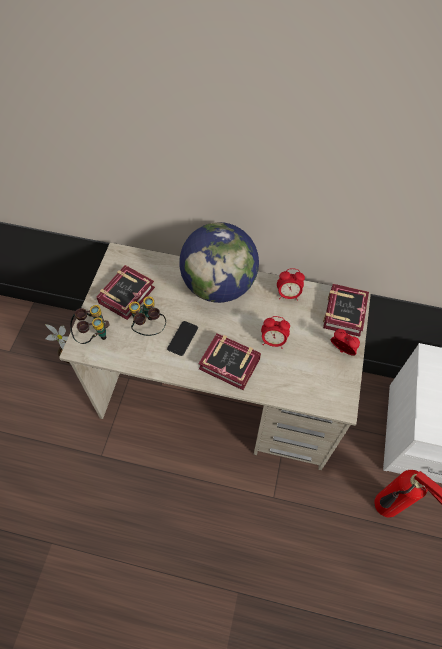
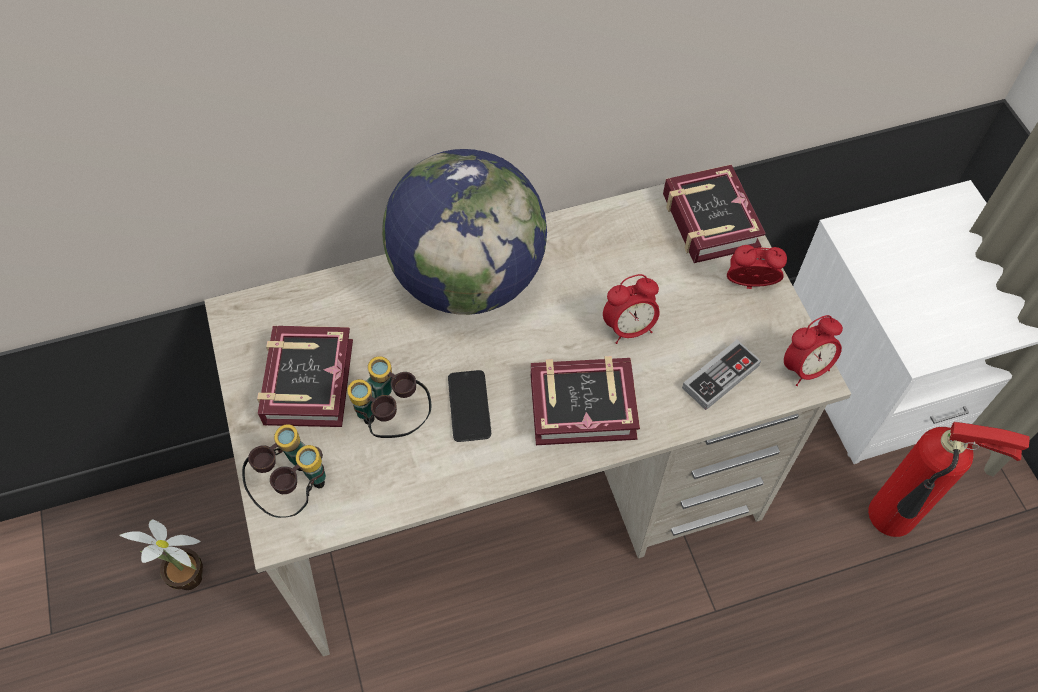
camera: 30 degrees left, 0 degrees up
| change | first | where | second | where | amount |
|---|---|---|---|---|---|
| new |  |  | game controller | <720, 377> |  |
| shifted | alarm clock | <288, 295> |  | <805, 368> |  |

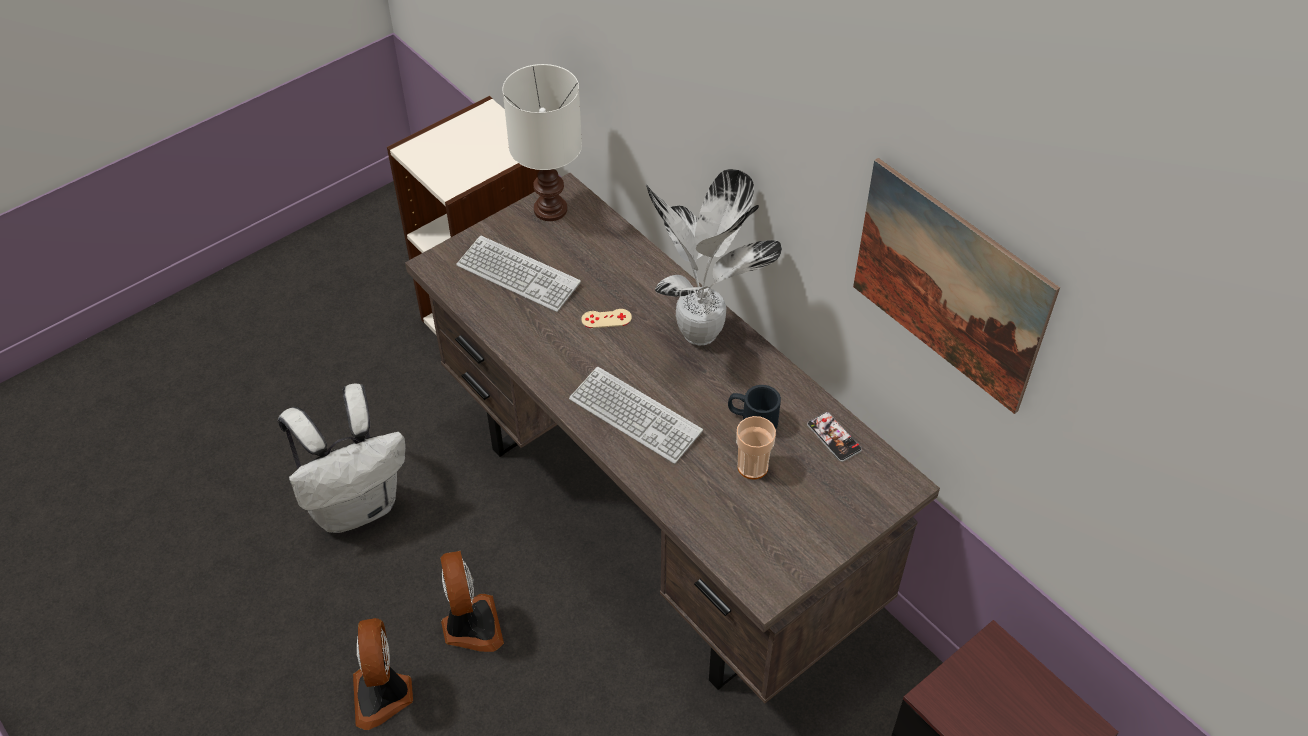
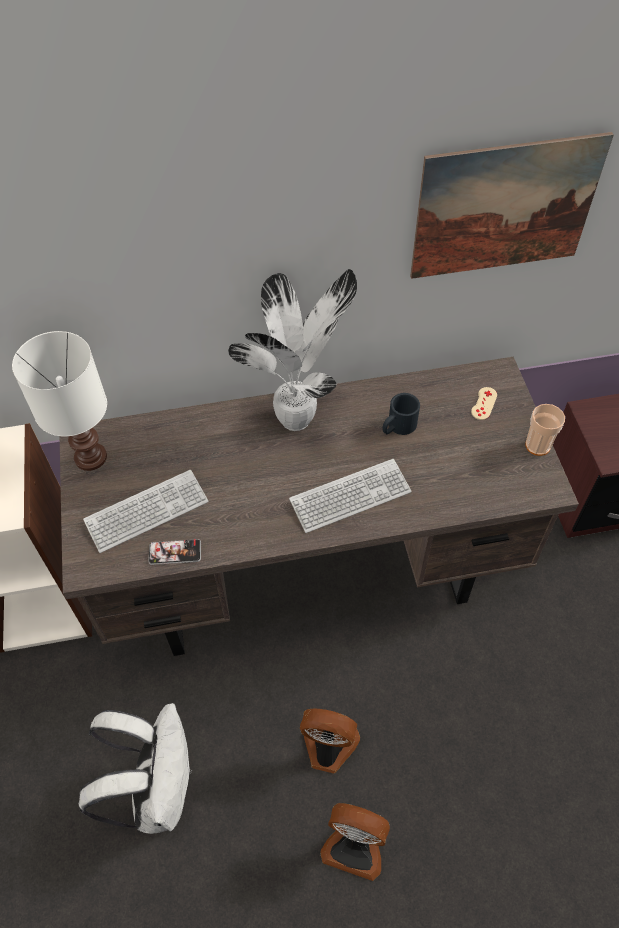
camera: 60 degrees left, 5 degrees up
| change | first | where | second | where | amount |
|---|---|---|---|---|---|
| shifted | phone | <834, 437> |  | <175, 552> |  |
| shifted | game controller/beige | <606, 319> |  | <484, 403> |  |
| shifted | cup | <752, 467> |  | <537, 445> |  |

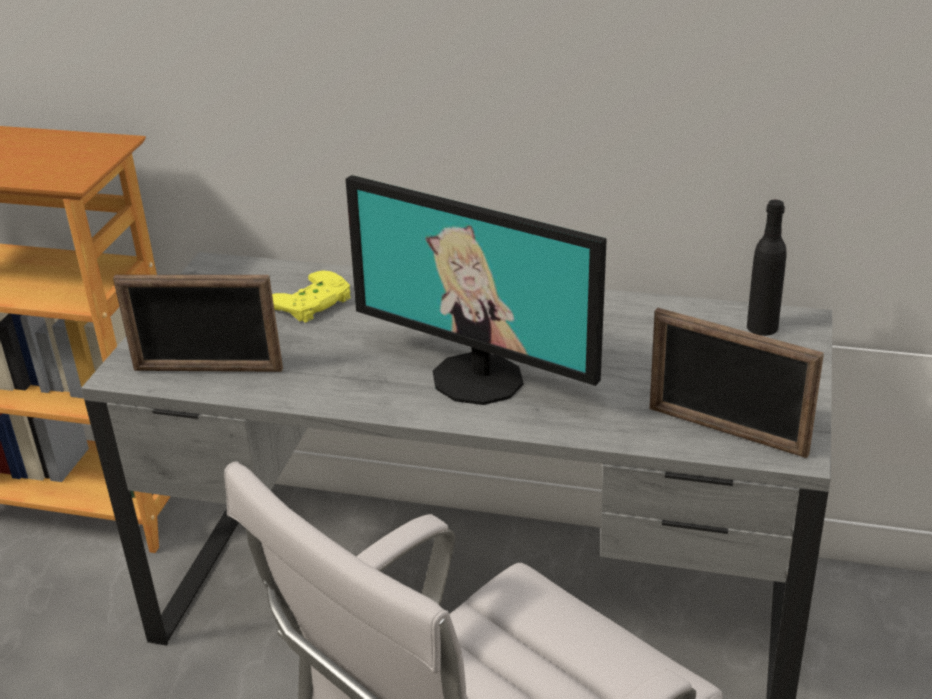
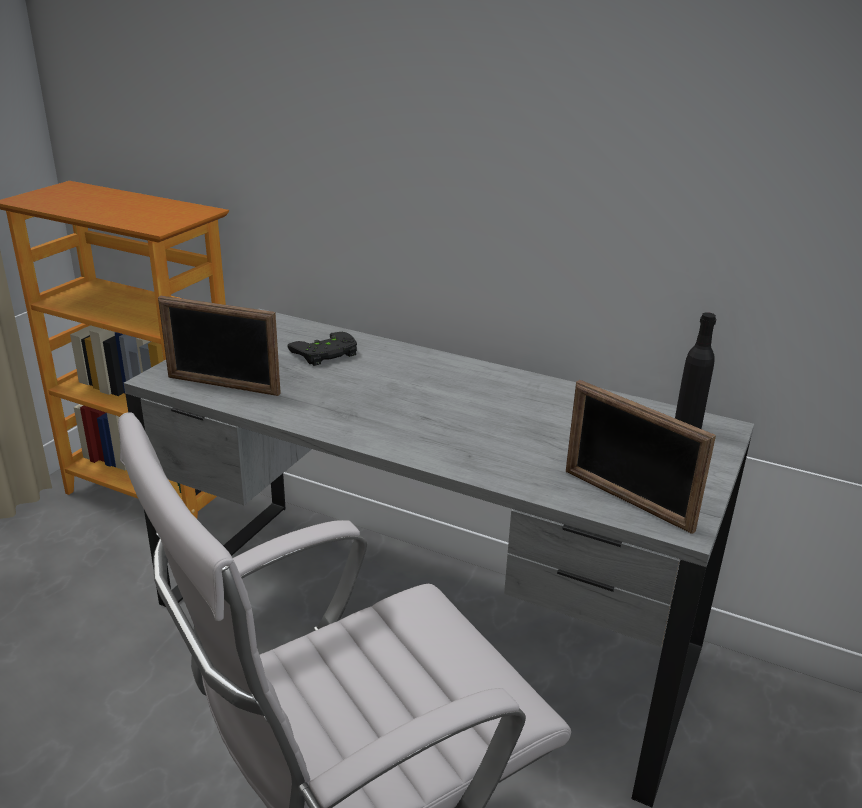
camera: 10 degrees right, 5 degrees down
| change | first | where | second | where | amount |
|---|---|---|---|---|---|
| repainted | game controller/yellow | <313, 304> | game controller/black | <326, 354> |  |
| gone | monitor | <479, 378> |  |  |  |

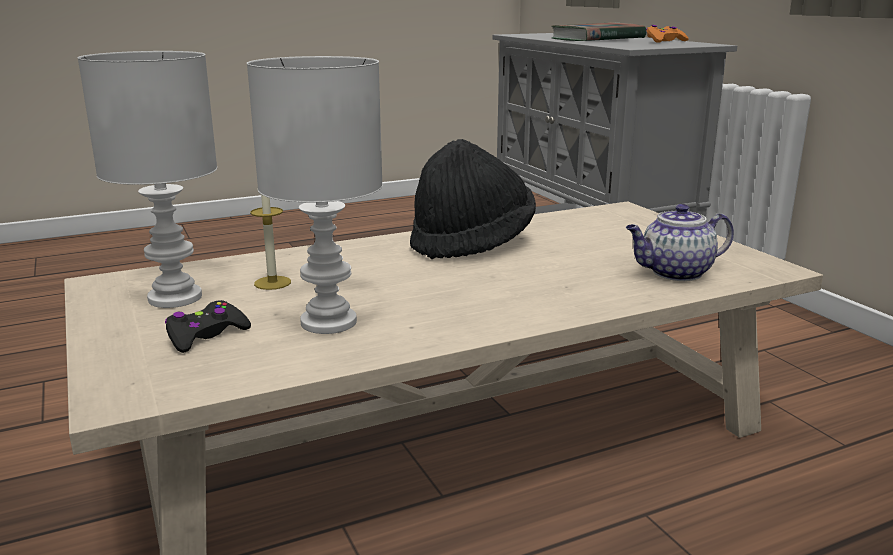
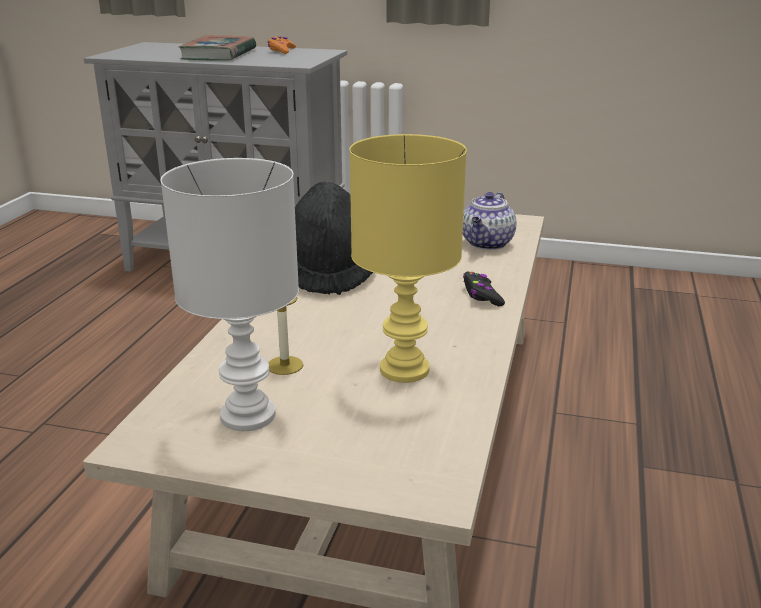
camera: 50 degrees left, 5 degrees up
| change | first | where | second | where | amount |
|---|---|---|---|---|---|
| repainted | table lamp/white | <326, 322> | table lamp/yellow | <403, 371> |  |
| shifted | game controller/black | <206, 335> |  | <481, 295> |  |

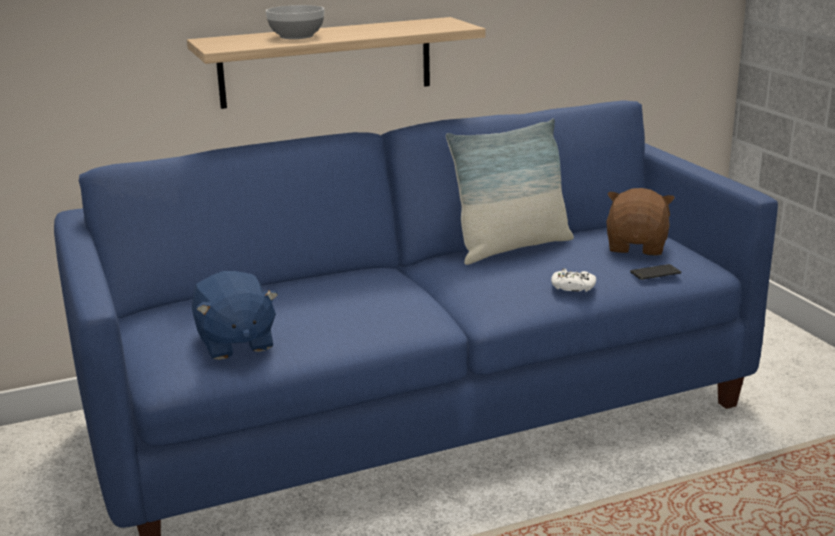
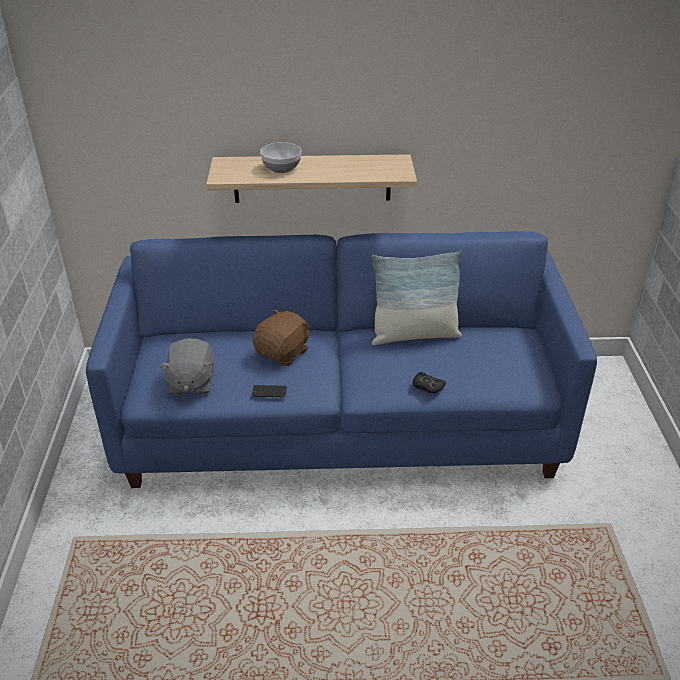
camera: 20 degrees right, 15 degrees up
| change | first | where | second | where | amount |
|---|---|---|---|---|---|
| repainted | plush toy/blue | <235, 343> | plush toy/grey | <191, 382> |  |
| shifted | phone | <655, 273> |  | <269, 392> |  |
| shifted | plush toy/brown | <637, 247> |  | <283, 353> |  |
| repainted | game controller/white | <573, 287> | game controller/black | <427, 386> |  |

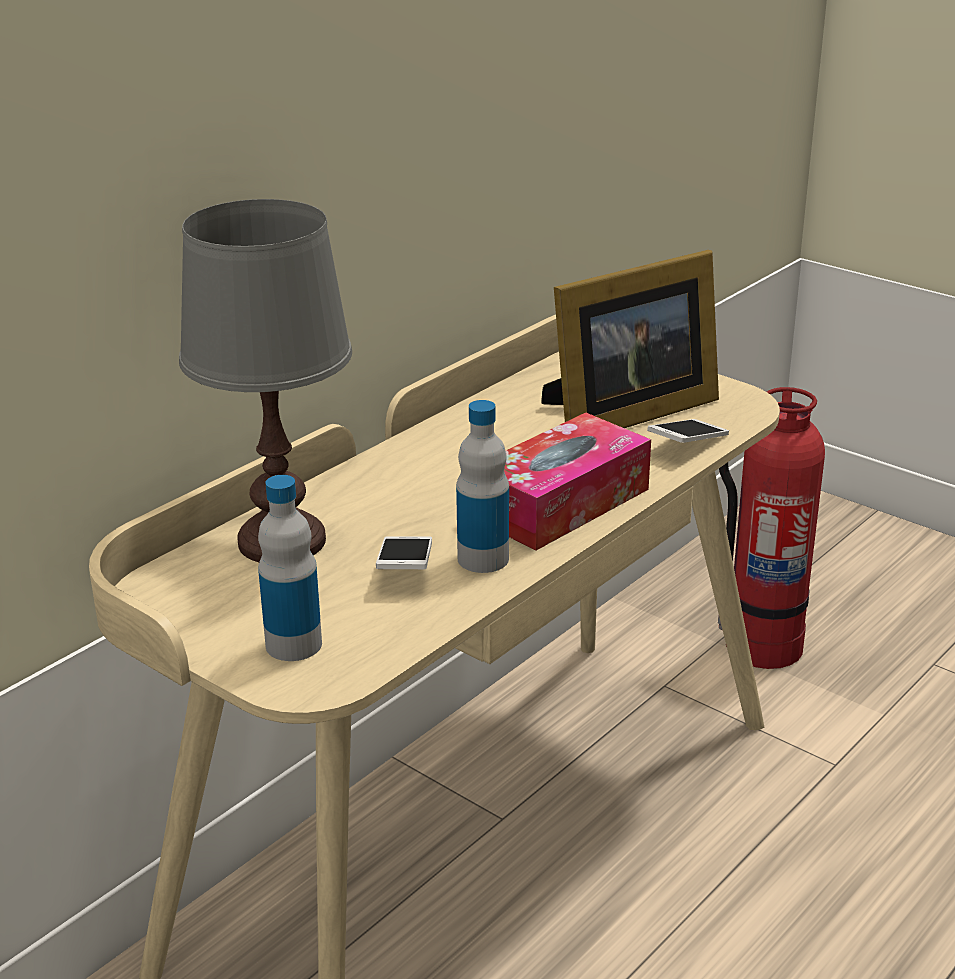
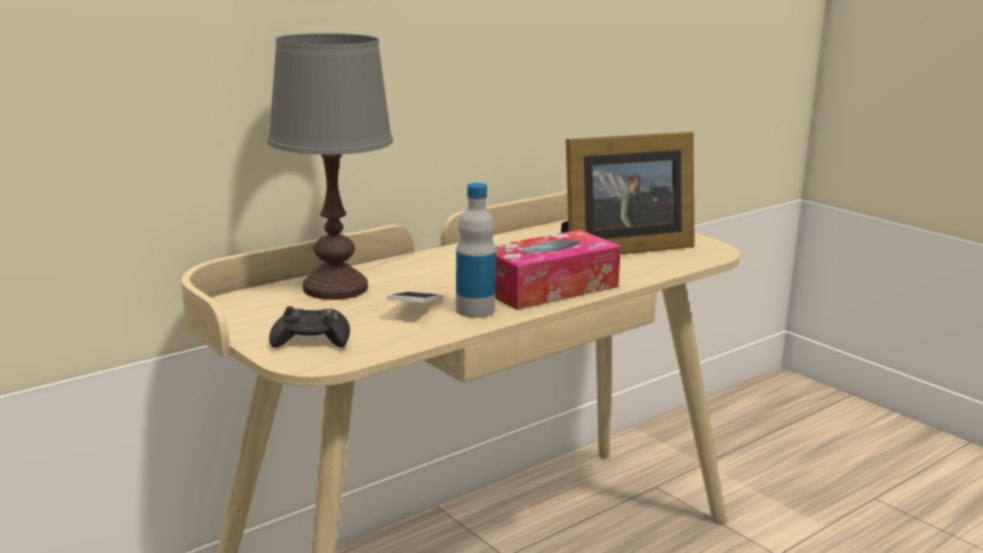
camera: 10 degrees right, 10 degrees down
| change | first | where | second | where | amount |
|---|---|---|---|---|---|
| swapped | bottle | <293, 644> | game controller/black | <311, 340> |  |
| gone | phone | <687, 444> |  |  |  |
| gone | fire extinguisher | <761, 645> |  |  |  |

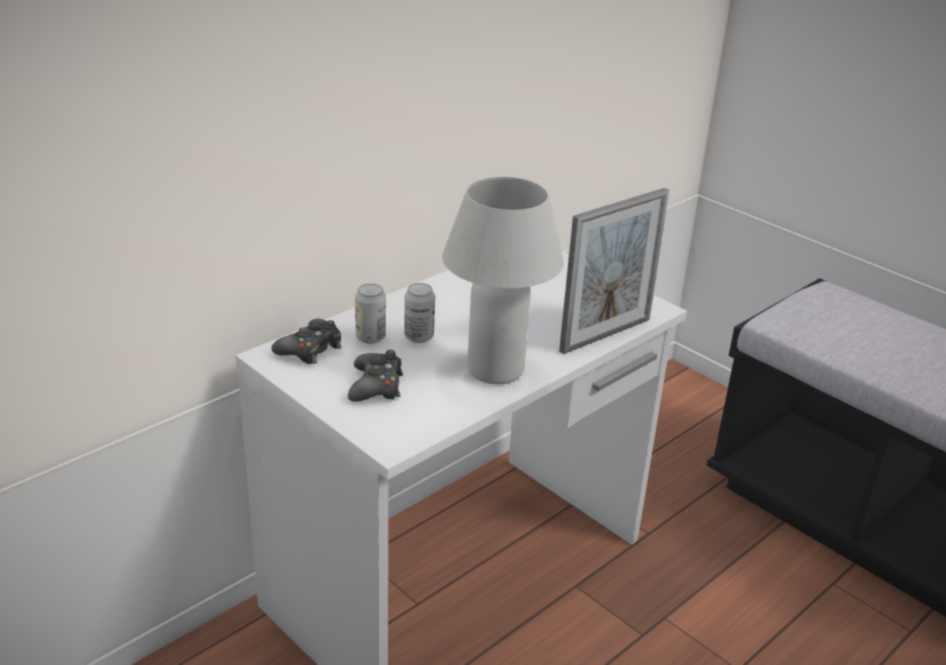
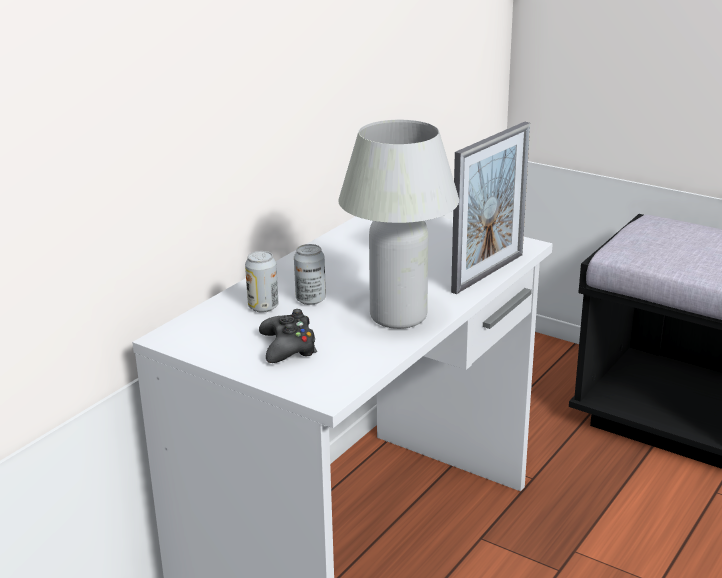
camera: 10 degrees left, 5 degrees down
| change | first | where | second | where | amount |
|---|---|---|---|---|---|
| gone | game controller/black | <310, 349> |  |  |  |

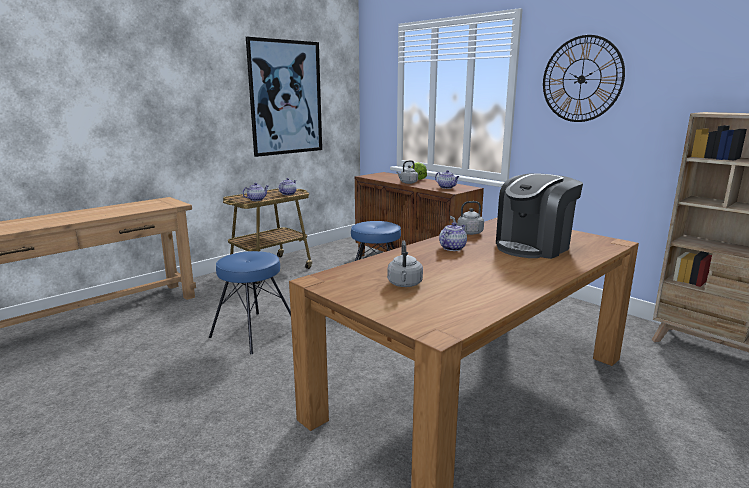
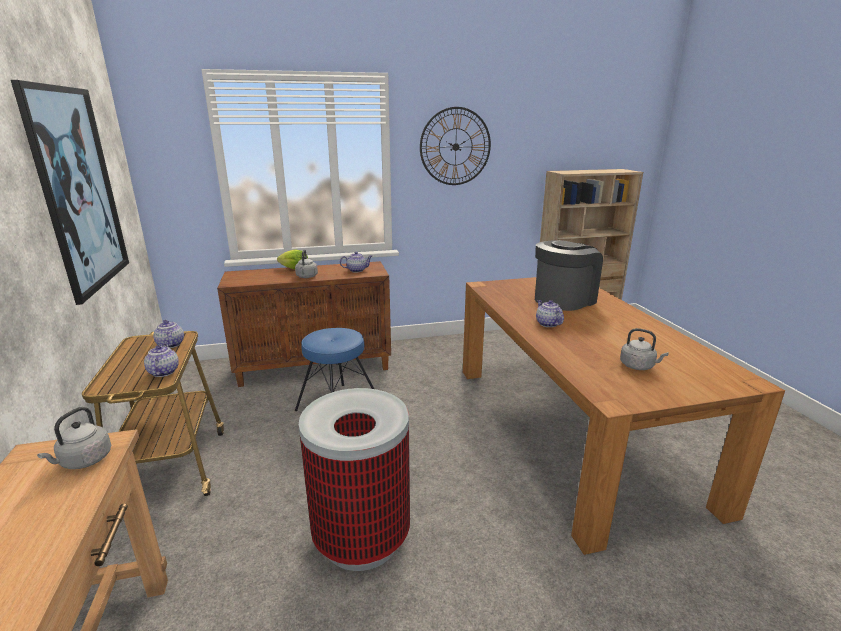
camera: 60 degrees left, 5 degrees up
| change | first | where | second | where | amount |
|---|---|---|---|---|---|
| shifted | kettle/grey | <468, 233> |  | <84, 461> |  |
| swapped | stool/blue | <254, 332> | trash can | <361, 537> |  |
| rotated | coffee machine | <533, 246> |  | <563, 299> | 120 degrees counterclockwise |

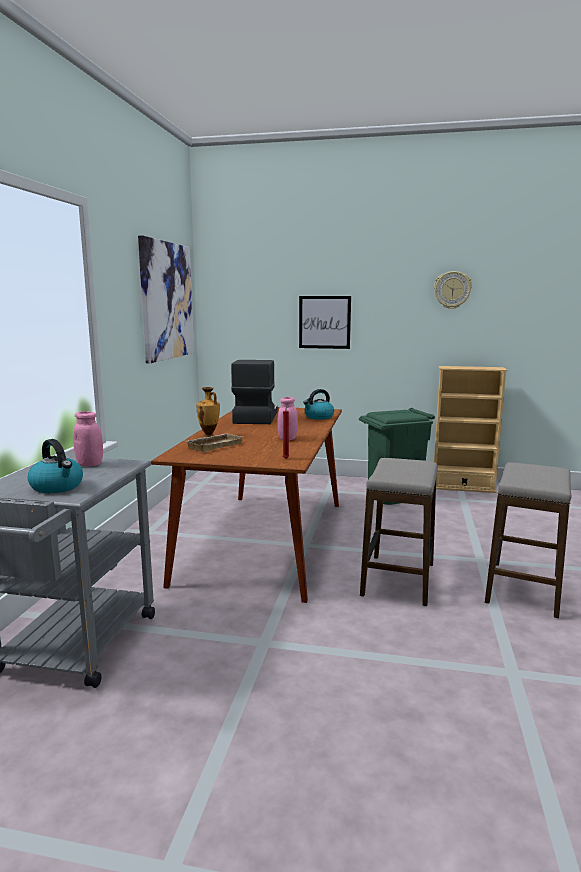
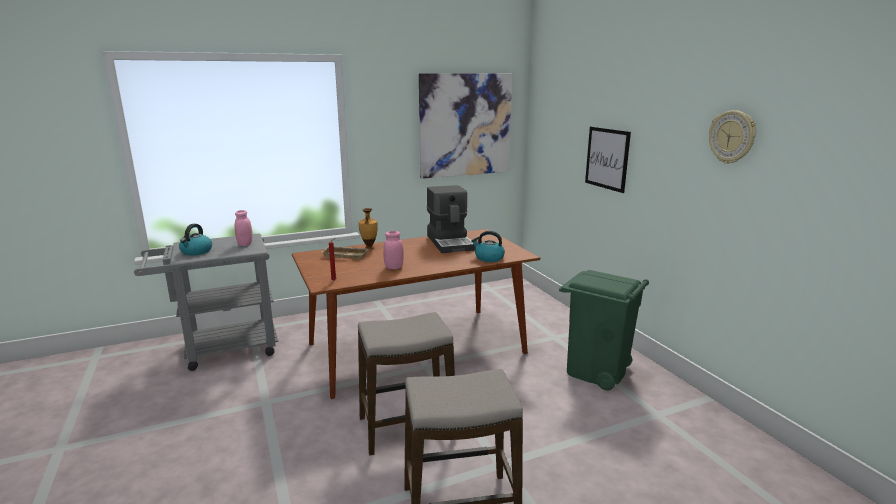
camera: 55 degrees right, 5 degrees up
| change | first | where | second | where | amount |
|---|---|---|---|---|---|
| rotated | coffee machine | <255, 417> |  | <451, 242> | 105 degrees clockwise |
| gone | bookcase/beige | <463, 487> |  |  |  |

